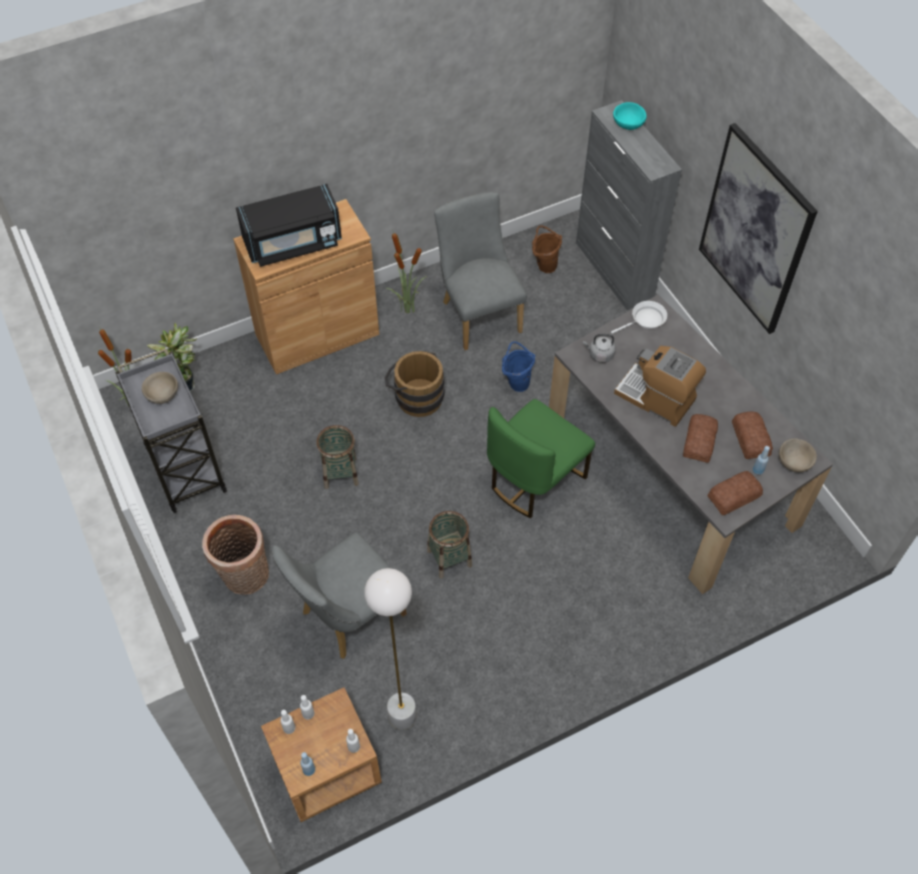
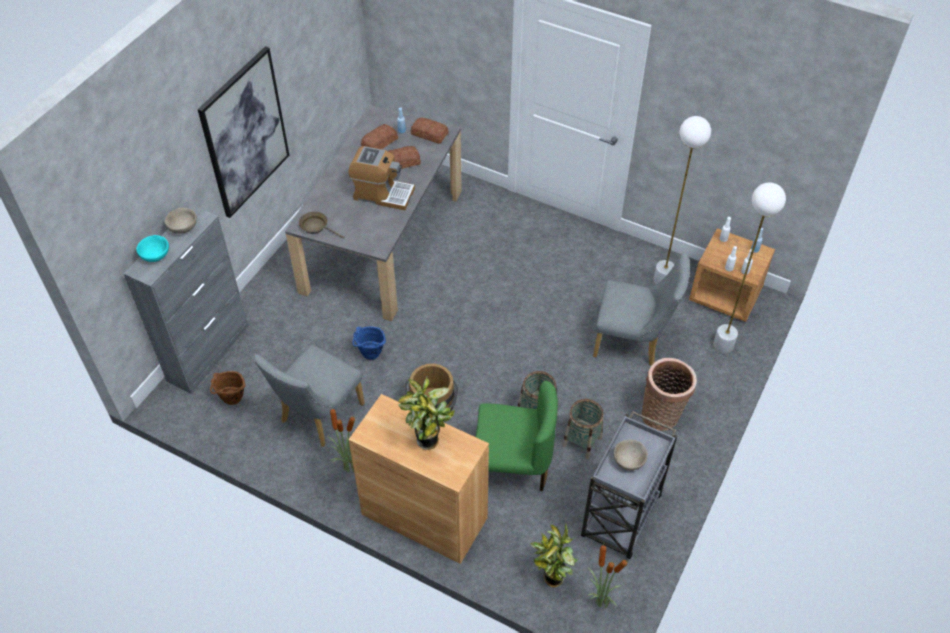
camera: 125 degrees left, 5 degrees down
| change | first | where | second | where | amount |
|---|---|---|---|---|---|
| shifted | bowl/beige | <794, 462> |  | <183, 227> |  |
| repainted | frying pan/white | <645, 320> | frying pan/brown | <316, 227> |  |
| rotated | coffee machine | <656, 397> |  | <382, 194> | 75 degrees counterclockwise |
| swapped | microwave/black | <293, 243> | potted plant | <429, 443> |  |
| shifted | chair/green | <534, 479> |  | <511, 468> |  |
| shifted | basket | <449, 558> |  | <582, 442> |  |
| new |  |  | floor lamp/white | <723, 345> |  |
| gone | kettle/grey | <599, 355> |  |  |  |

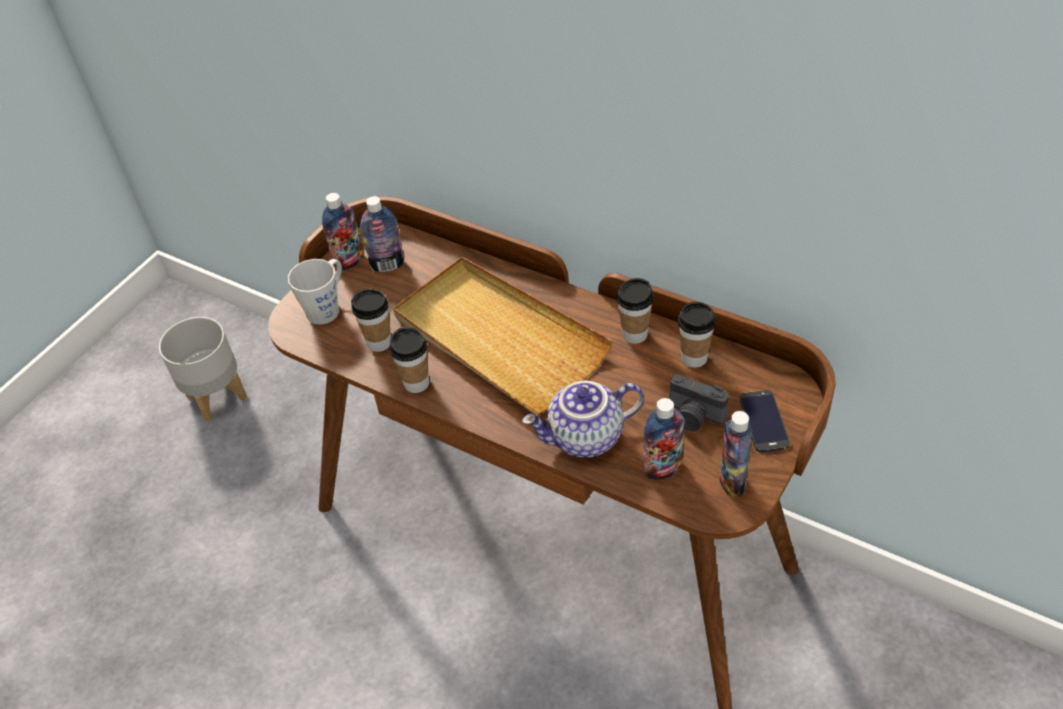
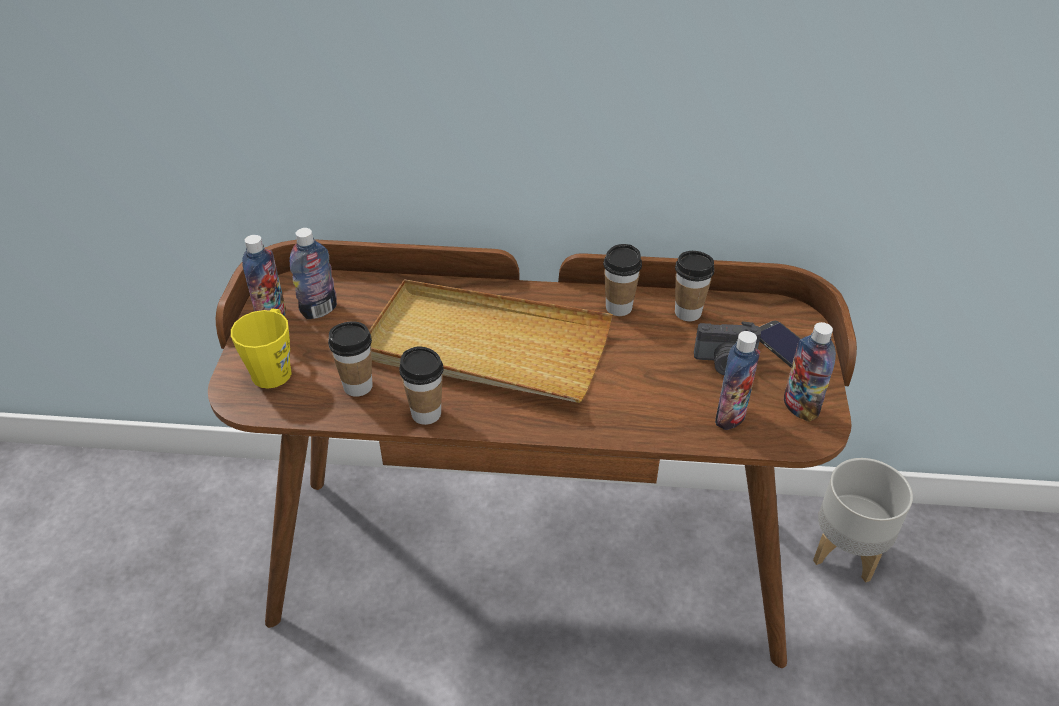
camera: 30 degrees left, 5 degrees down
| change | first | where | second | where | amount |
|---|---|---|---|---|---|
| repainted | mug/grey | <327, 307> | mug/yellow | <274, 368> |  |
| shifted | planter/grey | <218, 396> |  | <846, 551> |  |
| gone | teapot | <585, 439> |  |  |  |

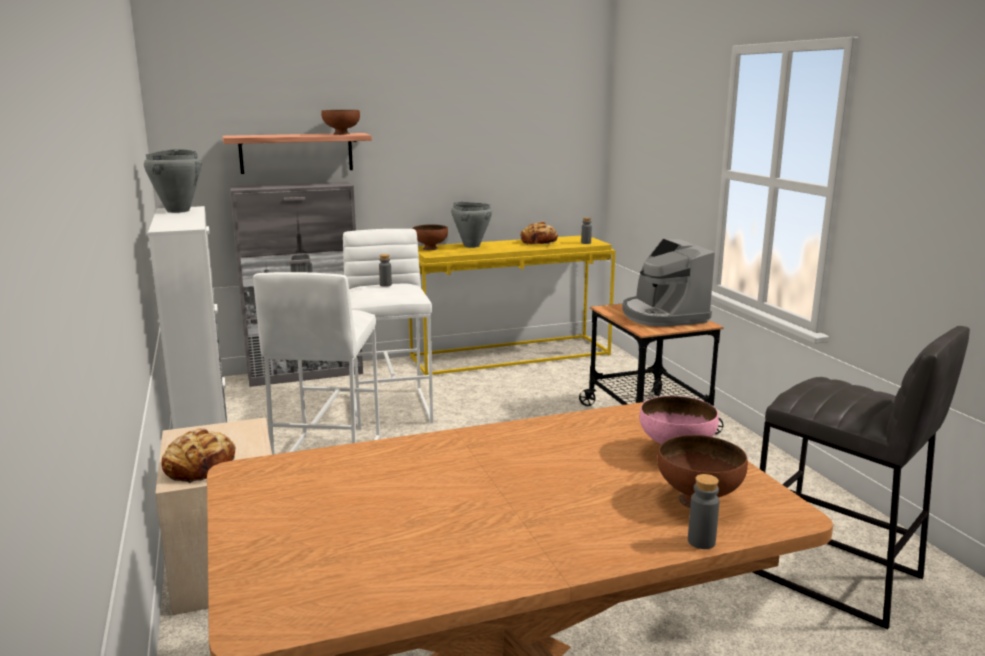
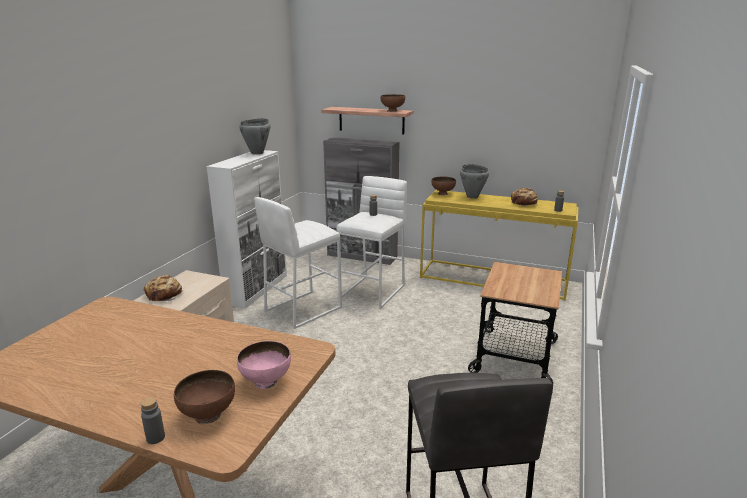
camera: 40 degrees right, 5 degrees up
| change | first | where | second | where | amount |
|---|---|---|---|---|---|
| gone | coffee machine | <663, 315> |  |  |  |

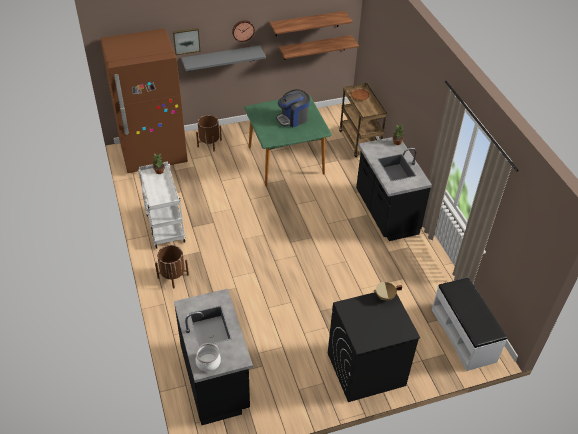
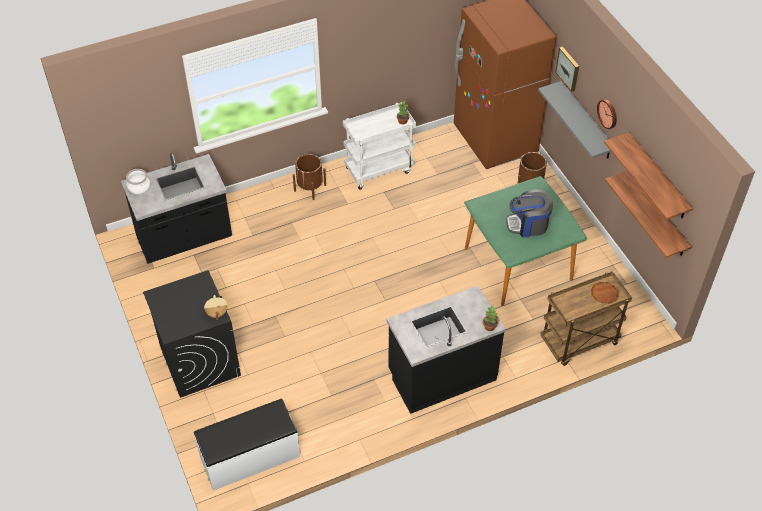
camera: 85 degrees right, 5 degrees up
| change | first | where | second | where | amount |
|---|---|---|---|---|---|
| rotated | coffee machine | <293, 119> |  | <528, 225> | 60 degrees counterclockwise |

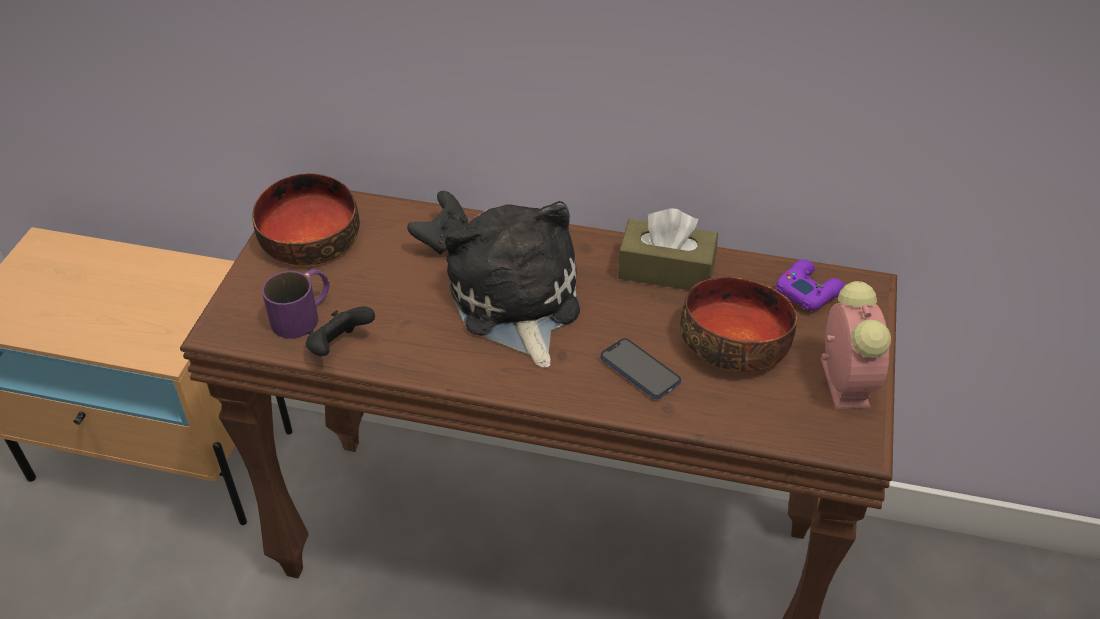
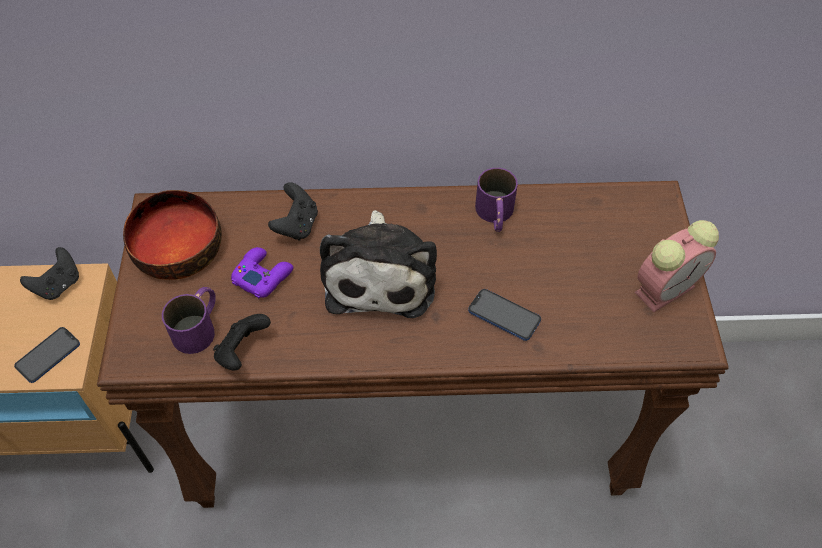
camera: 15 degrees left, 10 degrees up
| change | first | where | second | where | amount |
|---|---|---|---|---|---|
| new |  |  | phone | <48, 355> |  |
| new |  |  | game controller/black | <58, 285> |  |
| shifted | game controller/purple | <808, 290> |  | <262, 275> |  |
| rotated | plush toy | <515, 303> |  | <380, 274> | 150 degrees counterclockwise |
| swapped | tissue box/brown | <666, 270> | mug/purple | <495, 215> |  |
| rotated | alarm clock | <843, 380> |  | <666, 288> | 75 degrees clockwise |
| gone | bowl | <735, 341> |  |  |  |

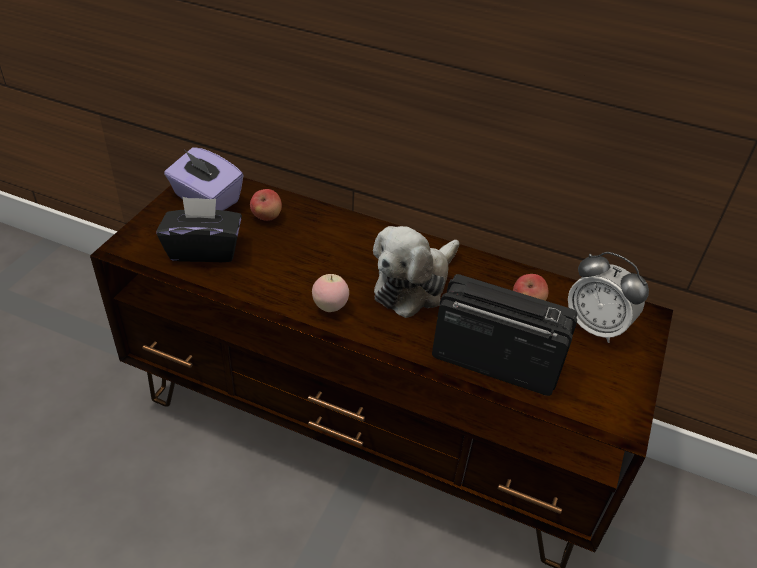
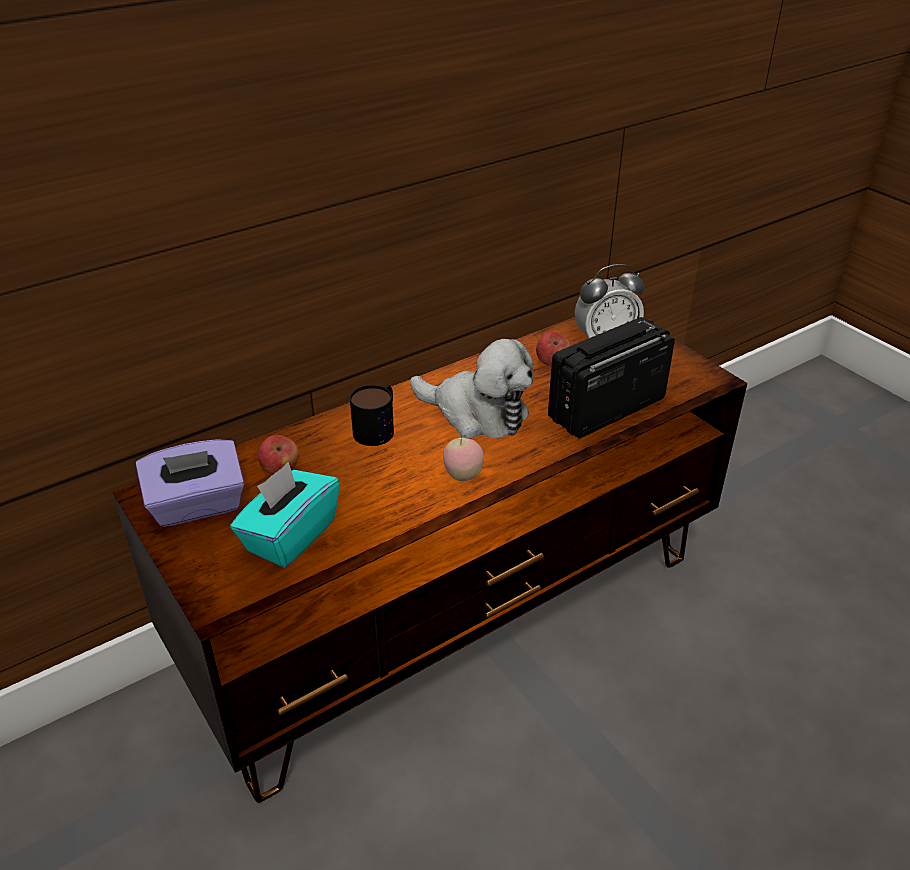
camera: 55 degrees left, 5 degrees down
| change | first | where | second | where | amount |
|---|---|---|---|---|---|
| repainted | tissue box/black | <204, 250> | tissue box/turquoise | <290, 536> |  |
| new |  |  | mug | <378, 427> |  |
| rotated | plush toy | <414, 285> |  | <477, 414> | 45 degrees counterclockwise |

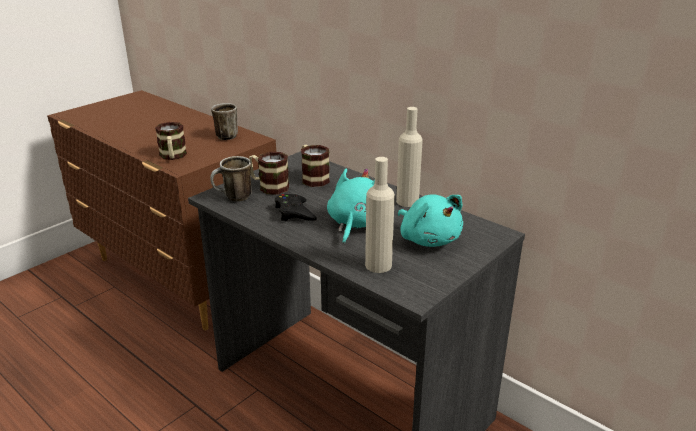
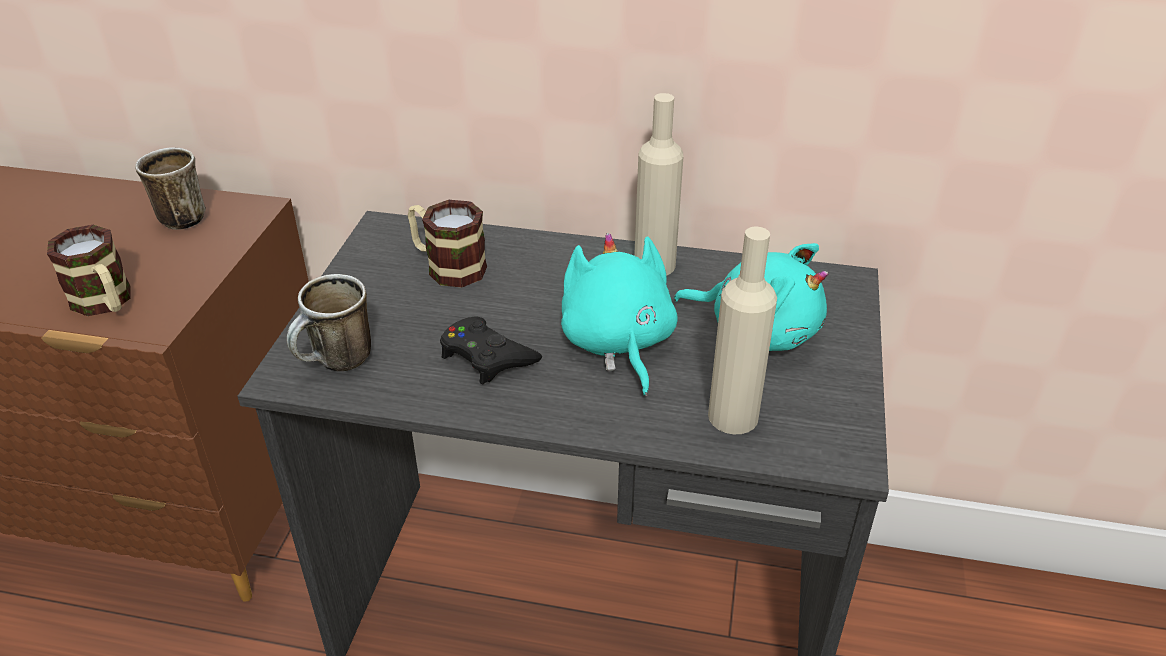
camera: 30 degrees left, 10 degrees up
| change | first | where | second | where | amount |
|---|---|---|---|---|---|
| gone | mug | <269, 186> |  |  |  |

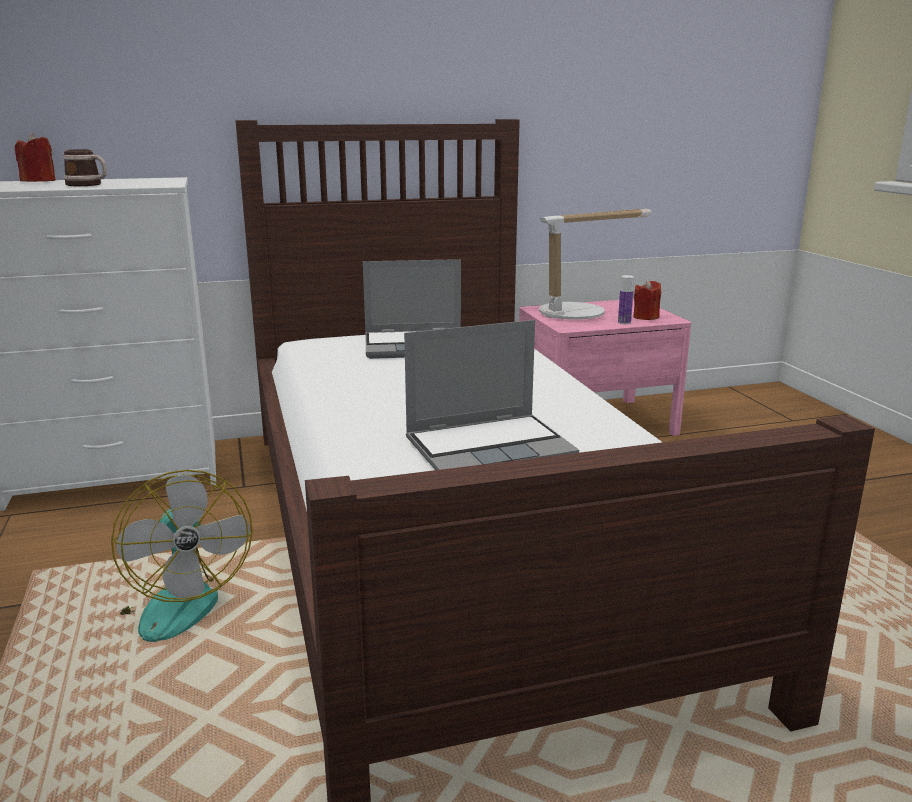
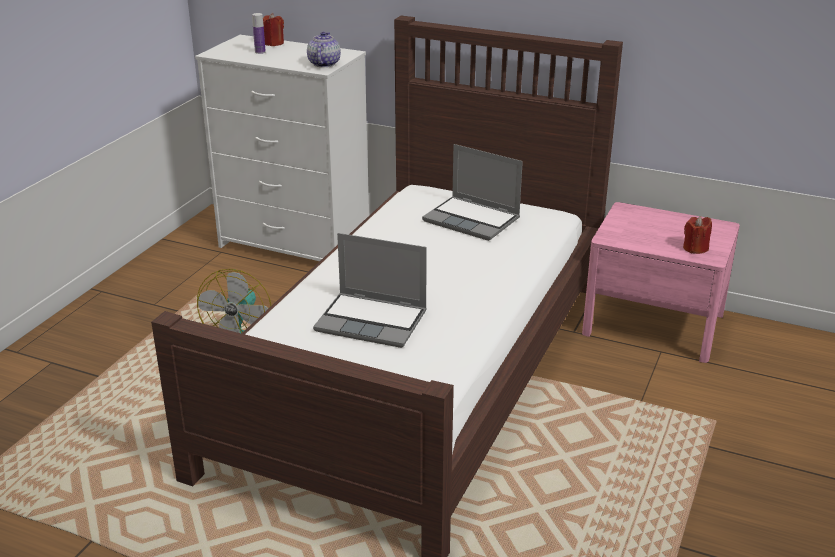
camera: 40 degrees right, 10 degrees up
| change | first | where | second | where | amount |
|---|---|---|---|---|---|
| shifted | bottle | <624, 322> |  | <260, 52> |  |
| new |  |  | teapot | <323, 64> |  |
| gone | mug | <88, 185> |  |  |  |
| gone | table lamp | <579, 313> |  |  |  |

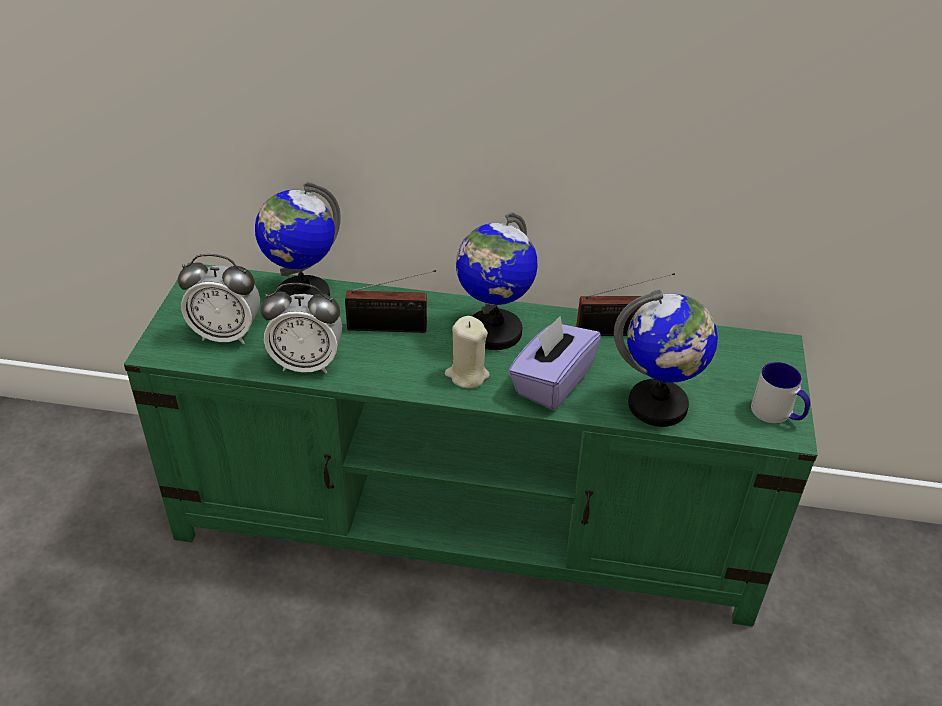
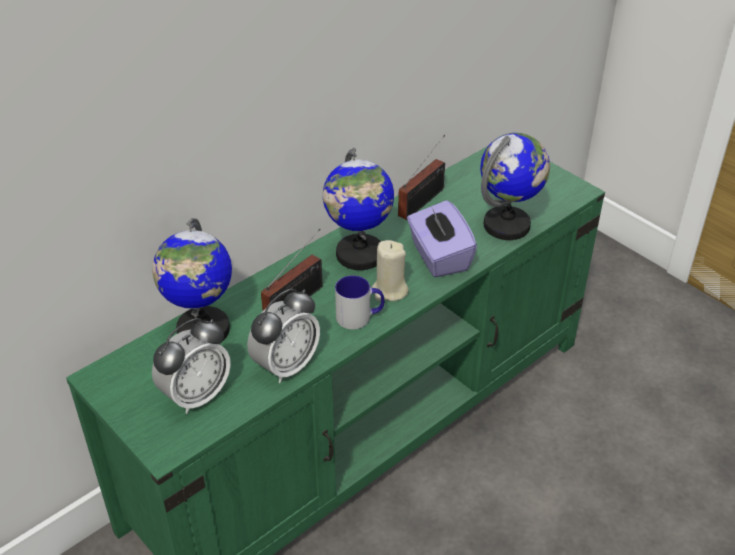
camera: 50 degrees left, 0 degrees up
| change | first | where | second | where | amount |
|---|---|---|---|---|---|
| shifted | mug | <777, 414> |  | <360, 317> |  |

